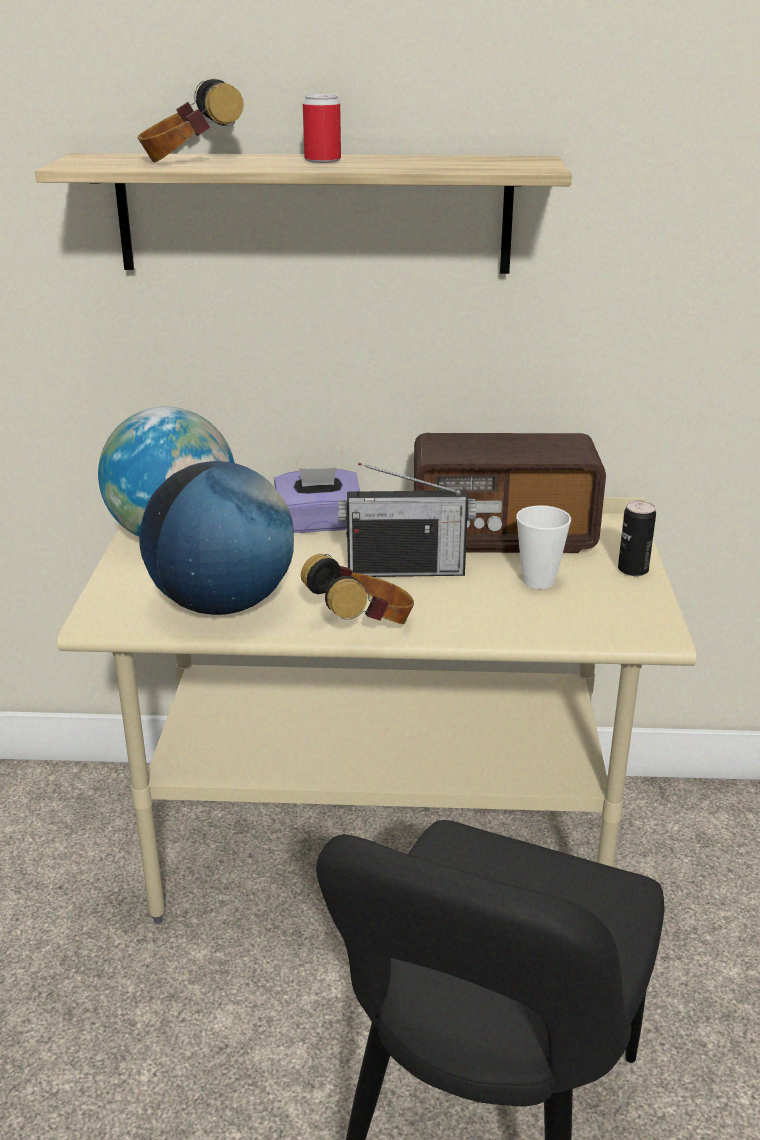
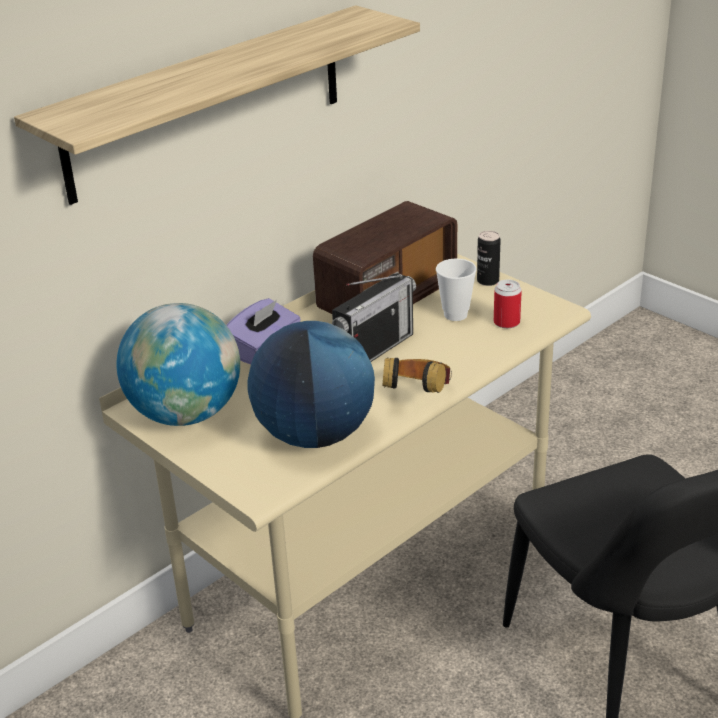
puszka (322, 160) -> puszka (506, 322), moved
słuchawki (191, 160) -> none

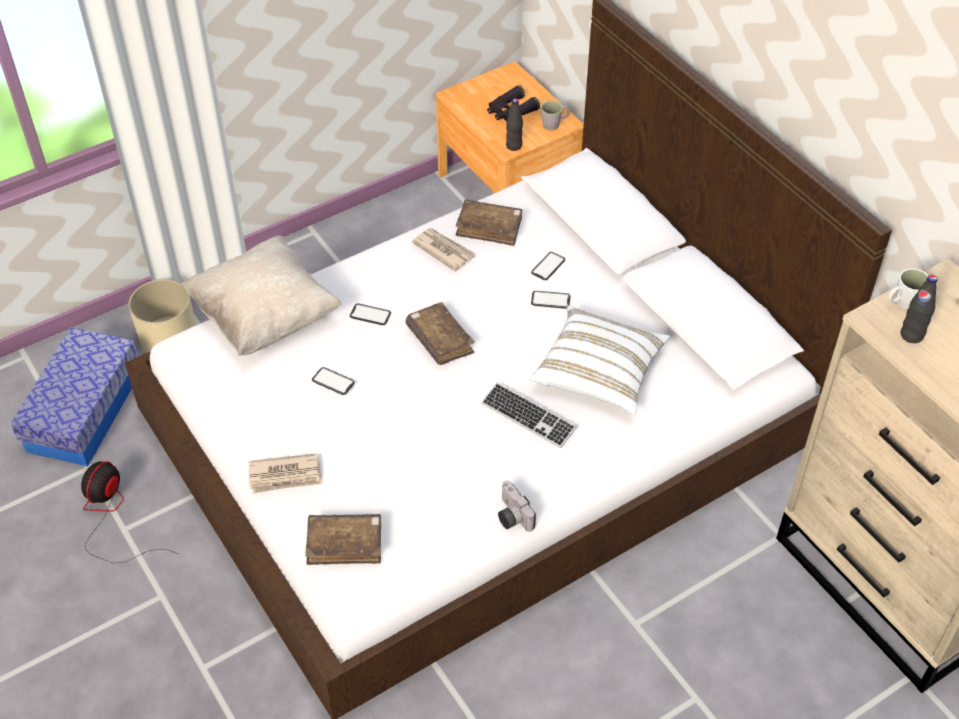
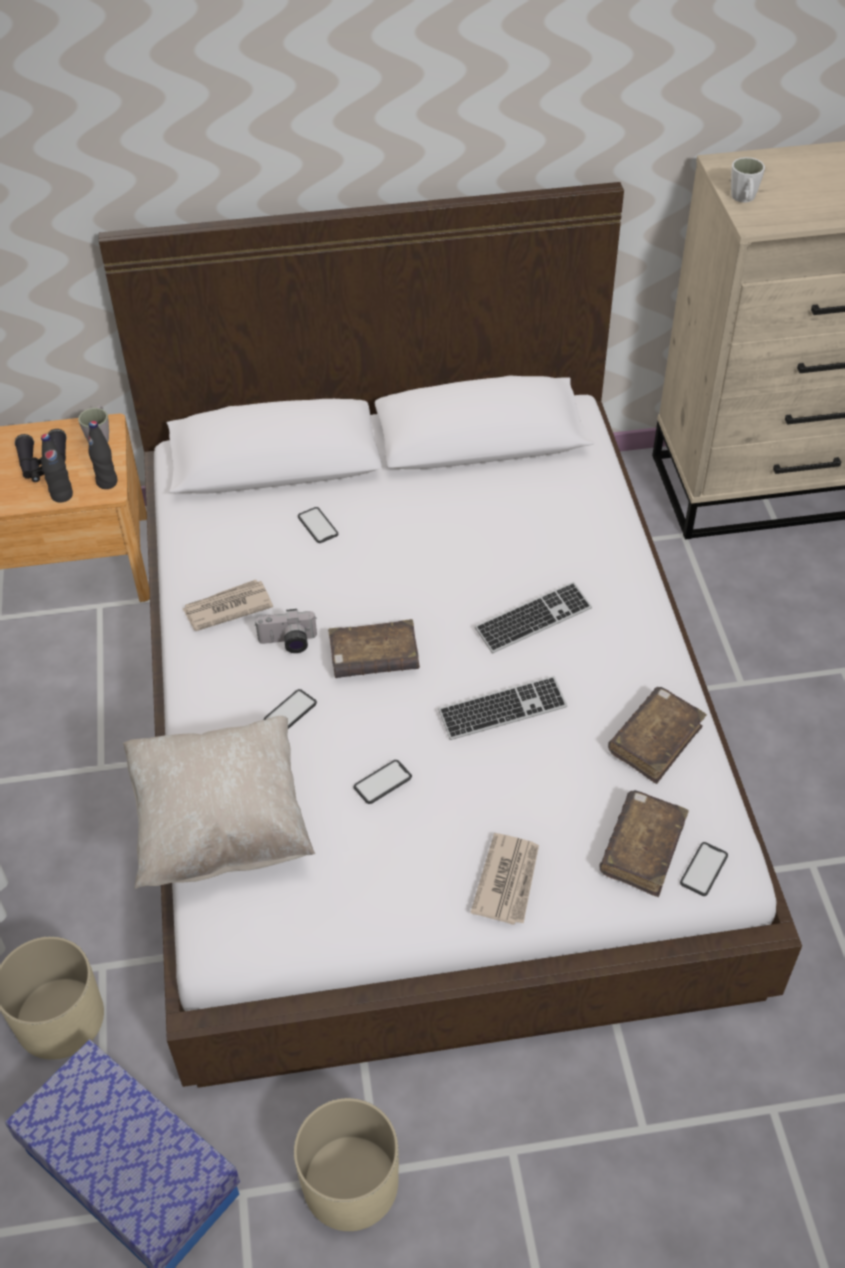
butelka [czarny] (911, 335) -> butelka [czarny] (62, 495), moved
aparat fotograficzny (511, 516) -> aparat fotograficzny (288, 643), moved
wentylator (112, 517) -> donica [beżowy] (349, 1182)
none -> klawiatura (502, 710)
książka [brązowy] (489, 228) -> książka [brązowy] (655, 741), moved
telefon (550, 300) -> telefon (703, 869), moved
poduszka [biały] (598, 373) -> none

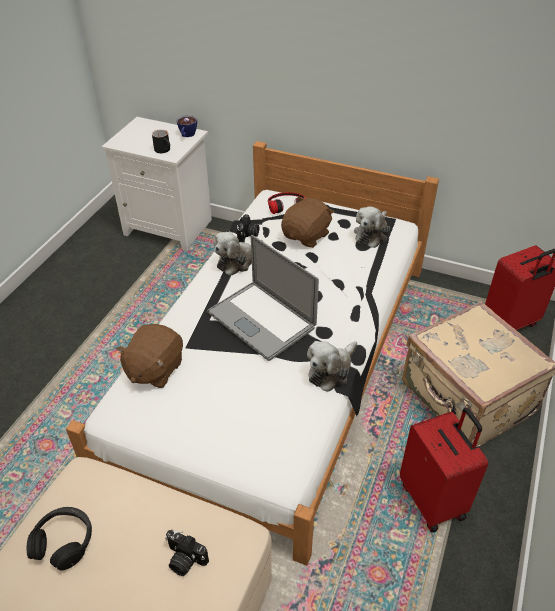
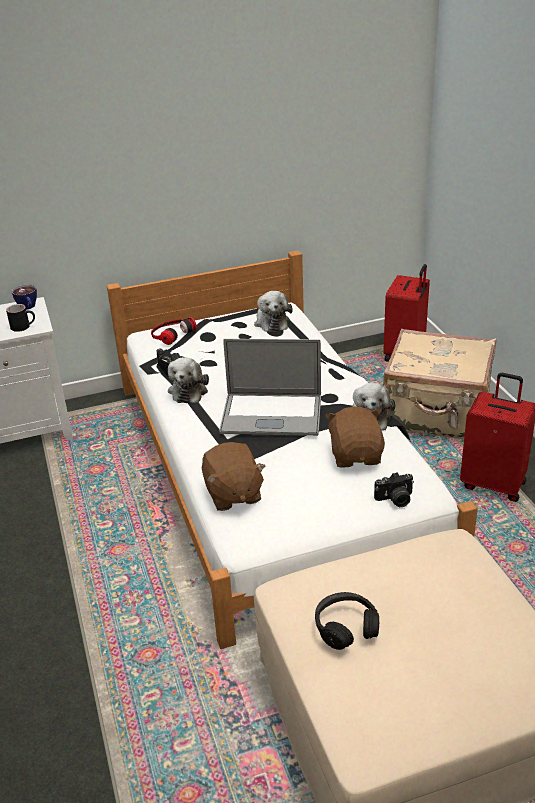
pluszak [brązowy] (307, 236) -> pluszak [brązowy] (356, 455), moved
aparat fotograficzny (184, 560) -> aparat fotograficzny (395, 499), moved

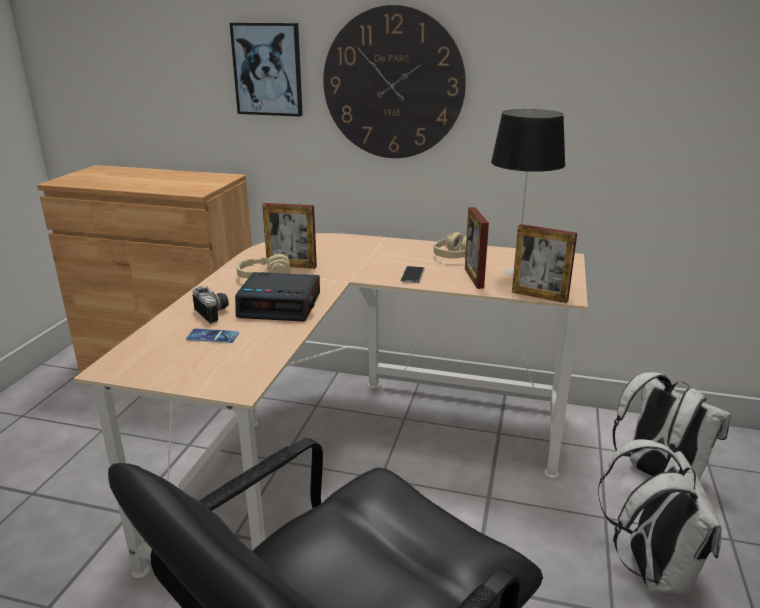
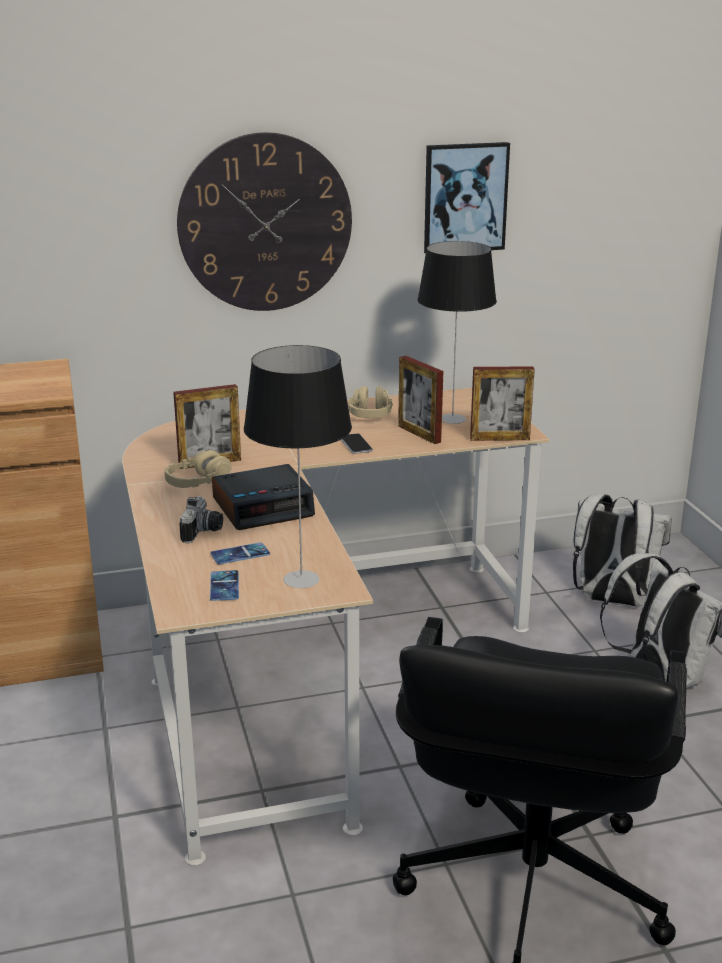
aparat fotograficzny (214, 313) -> aparat fotograficzny (204, 532), 75 degrees clockwise
none -> telefon (224, 586)
none -> lampa stołowa (303, 579)
obraz (268, 69) -> obraz (465, 197), moved

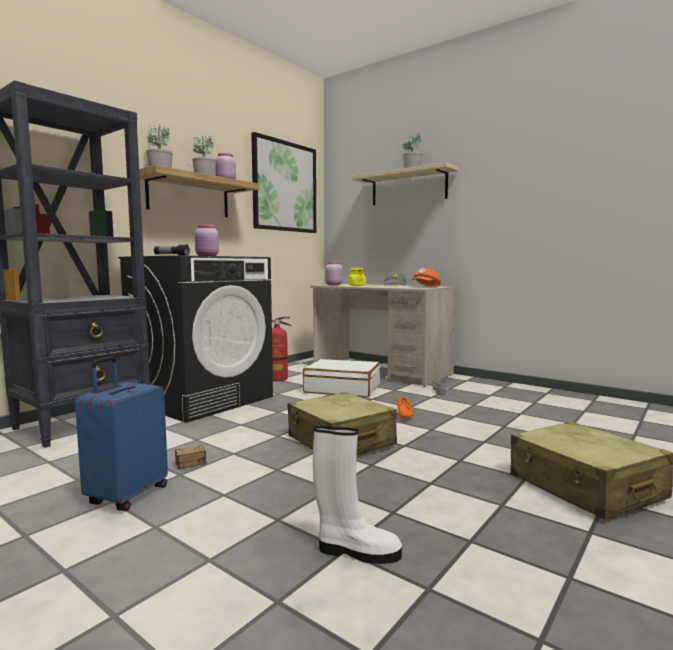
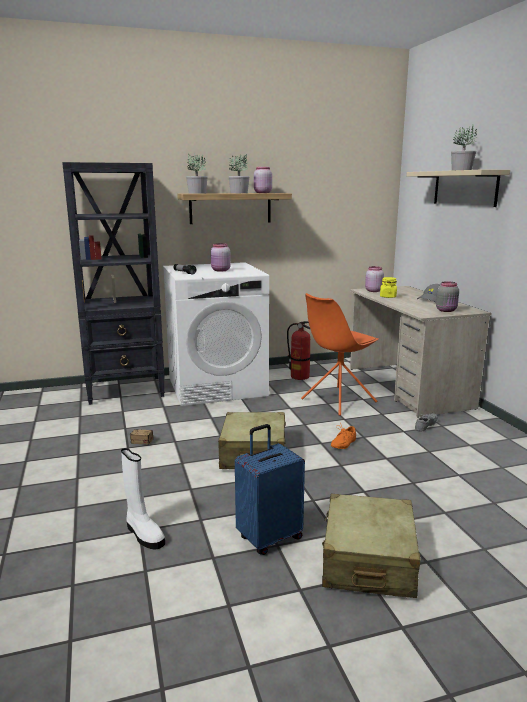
pralka [czarny] (202, 399) -> pralka [biały] (217, 386)
walizka [niebieski] (126, 496) -> walizka [niebieski] (269, 537), moved
walizka [biały] (342, 388) -> krzesło [pomarańczowy] (337, 401)
czapka z daszkiem [pomarańczowy] (426, 287) -> słoik [szary] (446, 310)
obraz (284, 186) -> none

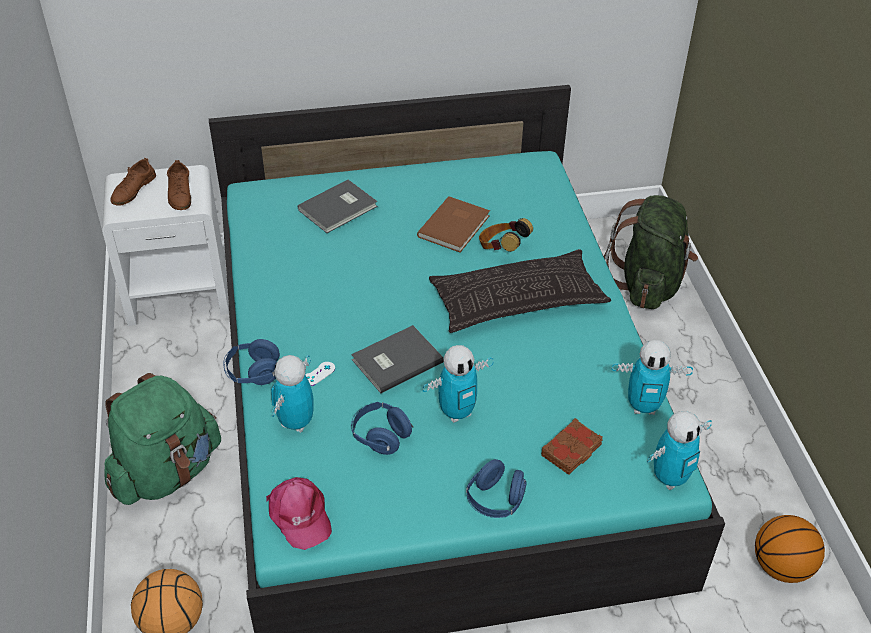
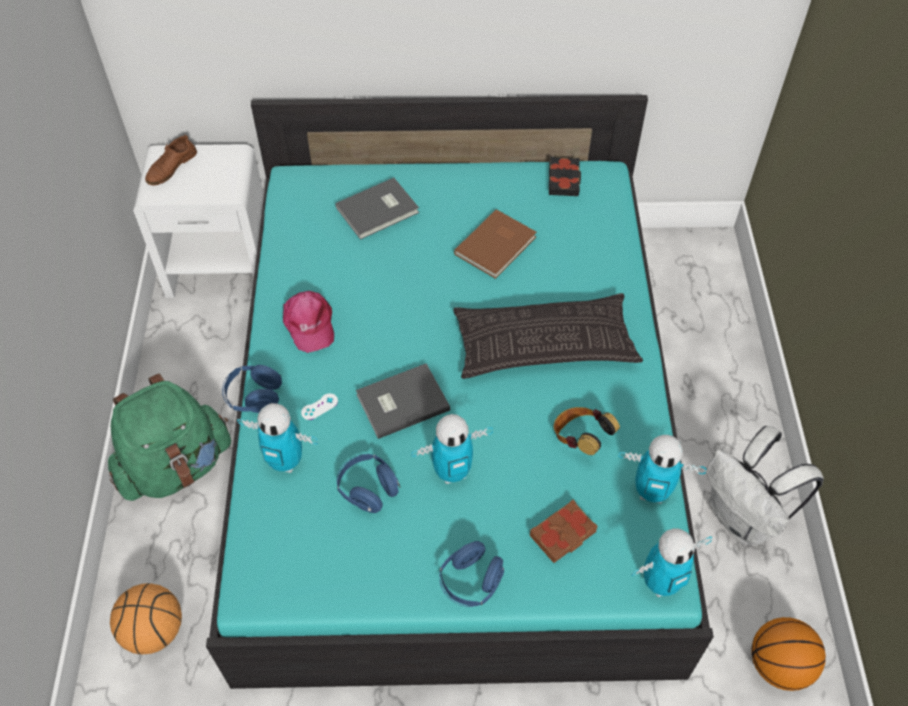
robot zabawkowy (296, 423) -> robot zabawkowy (285, 461), 105 degrees counterclockwise
czapka z daszkiem [różowy] (299, 516) -> czapka z daszkiem [różowy] (309, 324), moved
none -> książka [czarny] (564, 180)
słuchawki (502, 249) -> słuchawki (580, 439), moved
none -> plecak [biały] (743, 519)
but [brązowy] (180, 193) -> none
plecak [zielony] (647, 284) -> none

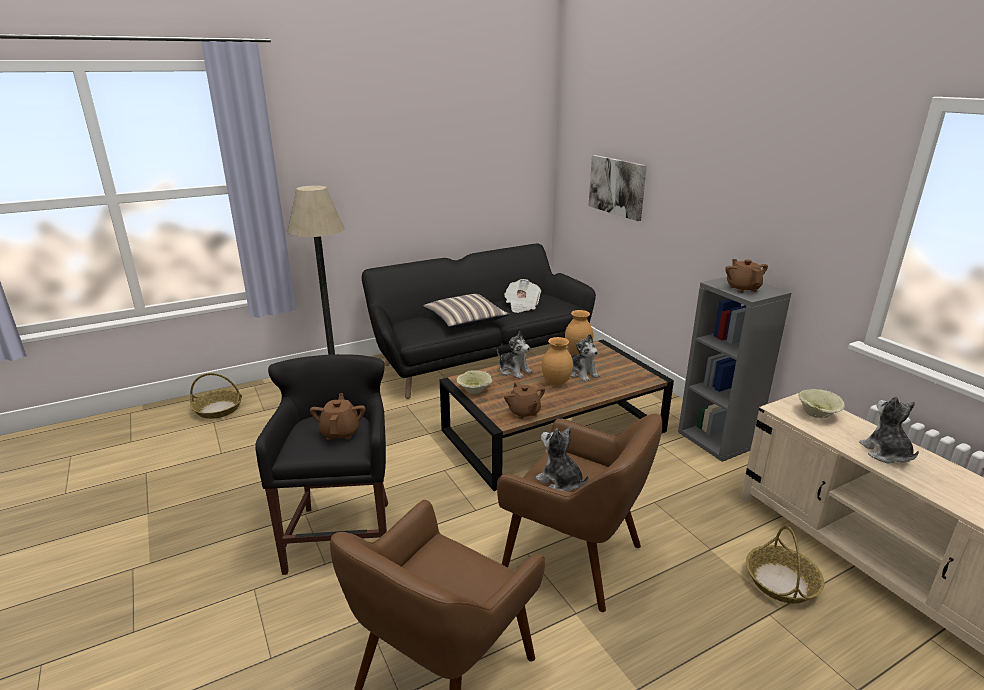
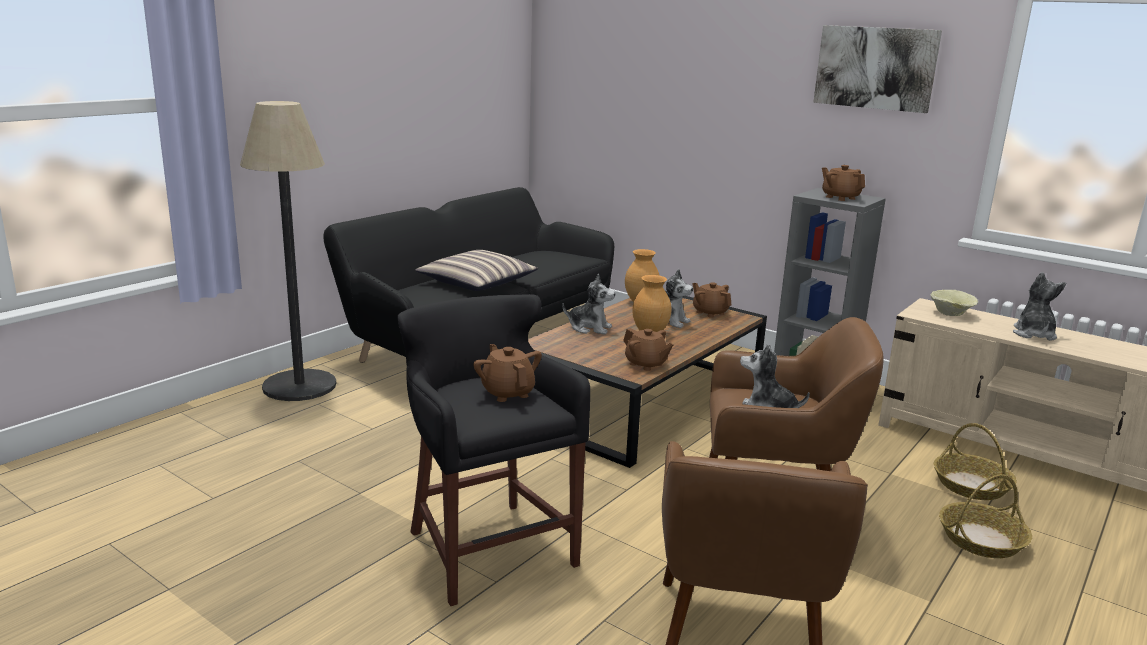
none -> imbryk [brązowy] (710, 312)
obraz (617, 186) -> obraz (875, 68), moved
koszyk (218, 409) -> koszyk (981, 540), moved
pluszak (886, 453) -> pluszak (1033, 334), 45 degrees clockwise
miska [beżowy] (474, 391) -> none
gazeta (521, 306) -> none

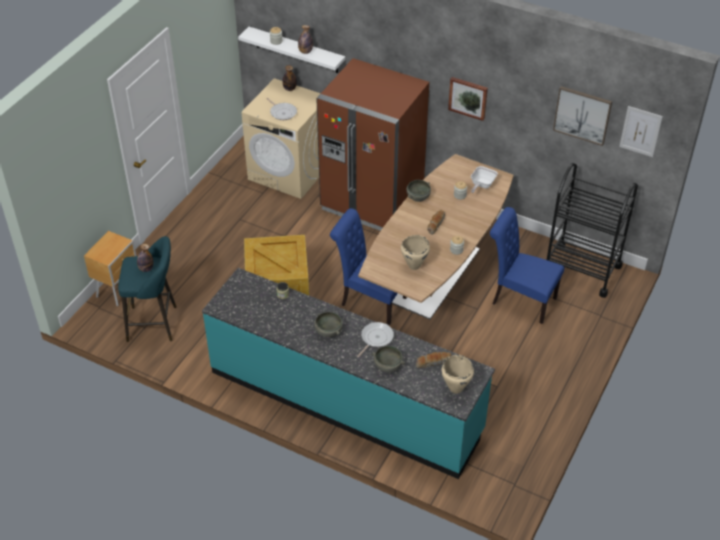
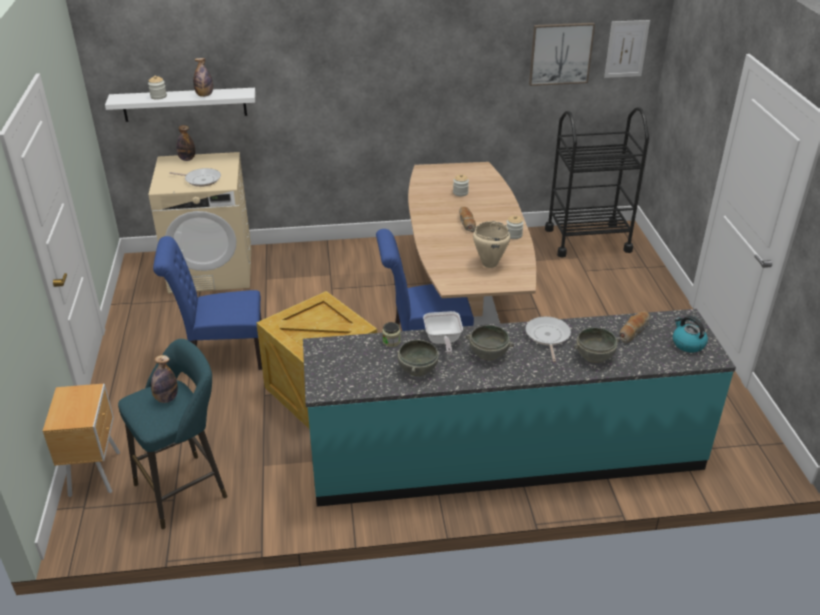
krzesło [niebieski] (520, 299) -> krzesło [niebieski] (221, 356), moved
miska [szary] (418, 197) -> miska [szary] (417, 369), moved
patelnia (481, 185) -> patelnia (442, 341), moved
garnek [beżowy] (455, 388) -> czajnik (687, 344)
lodówka [brązowy] (372, 203) -> none
obraz (468, 97) -> none

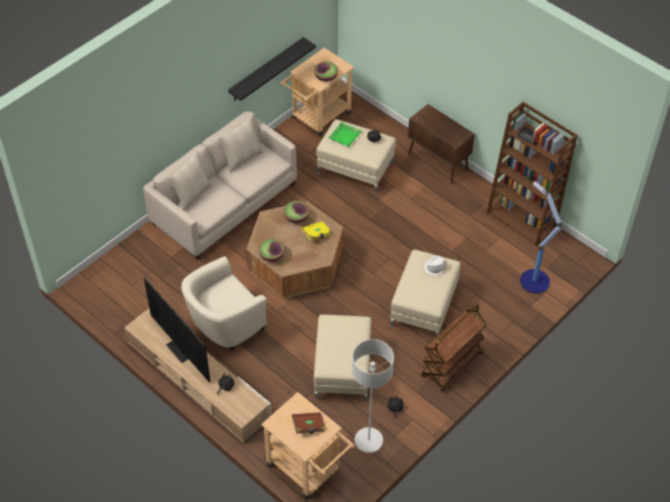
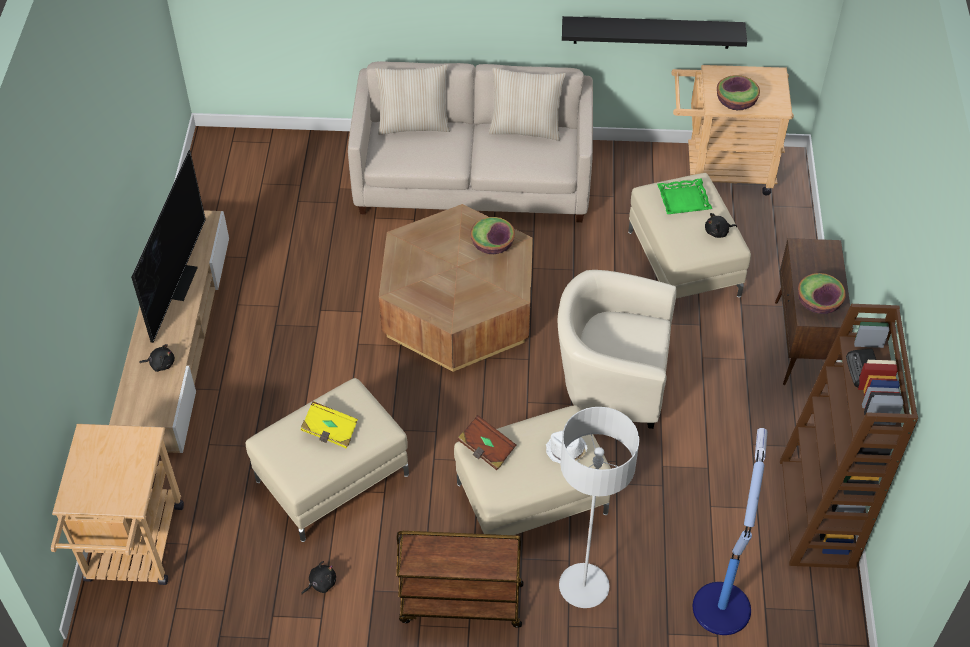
książka [żółty] (317, 235) -> książka [żółty] (330, 431), moved
książka [brązowy] (309, 426) -> książka [brązowy] (486, 449), moved
fotel [beżowy] (224, 325) -> fotel [beżowy] (611, 381), moved
lampa stojąca [szary] (368, 440) -> lampa stojąca [szary] (584, 587), moved
miska (272, 255) -> miska (818, 303), moved

